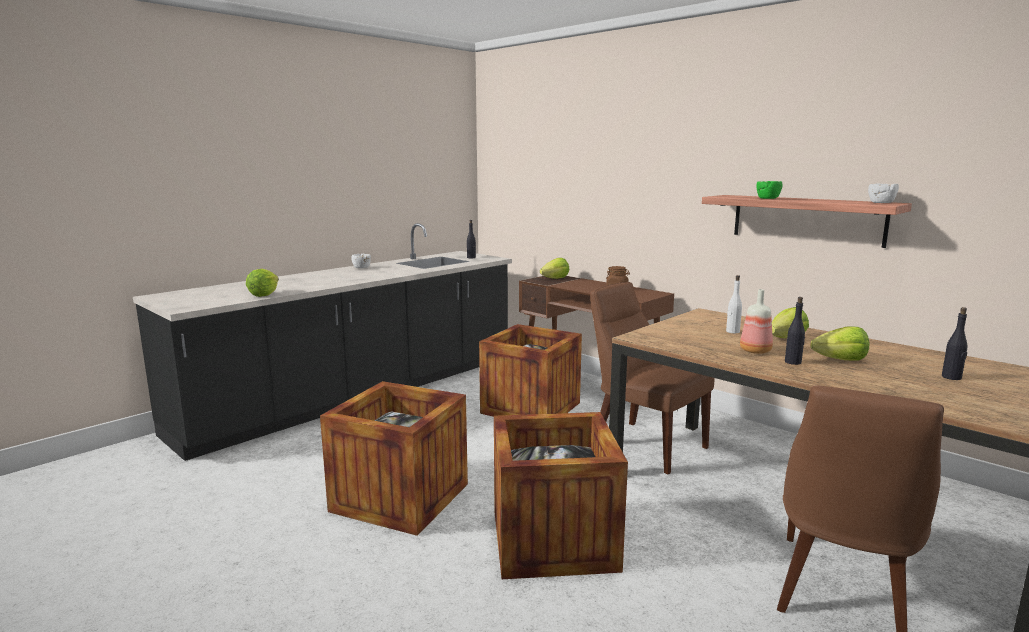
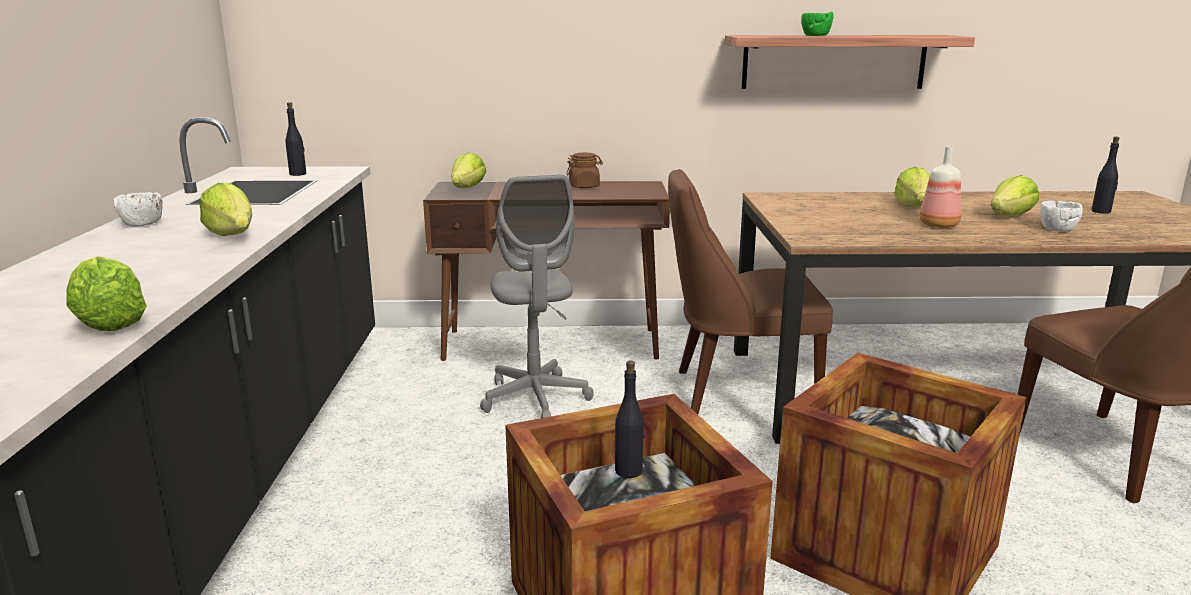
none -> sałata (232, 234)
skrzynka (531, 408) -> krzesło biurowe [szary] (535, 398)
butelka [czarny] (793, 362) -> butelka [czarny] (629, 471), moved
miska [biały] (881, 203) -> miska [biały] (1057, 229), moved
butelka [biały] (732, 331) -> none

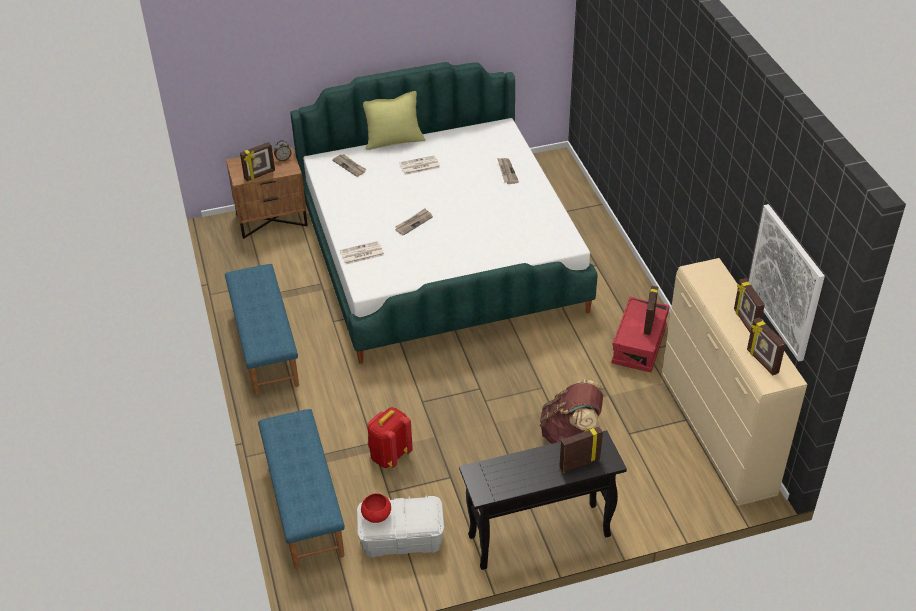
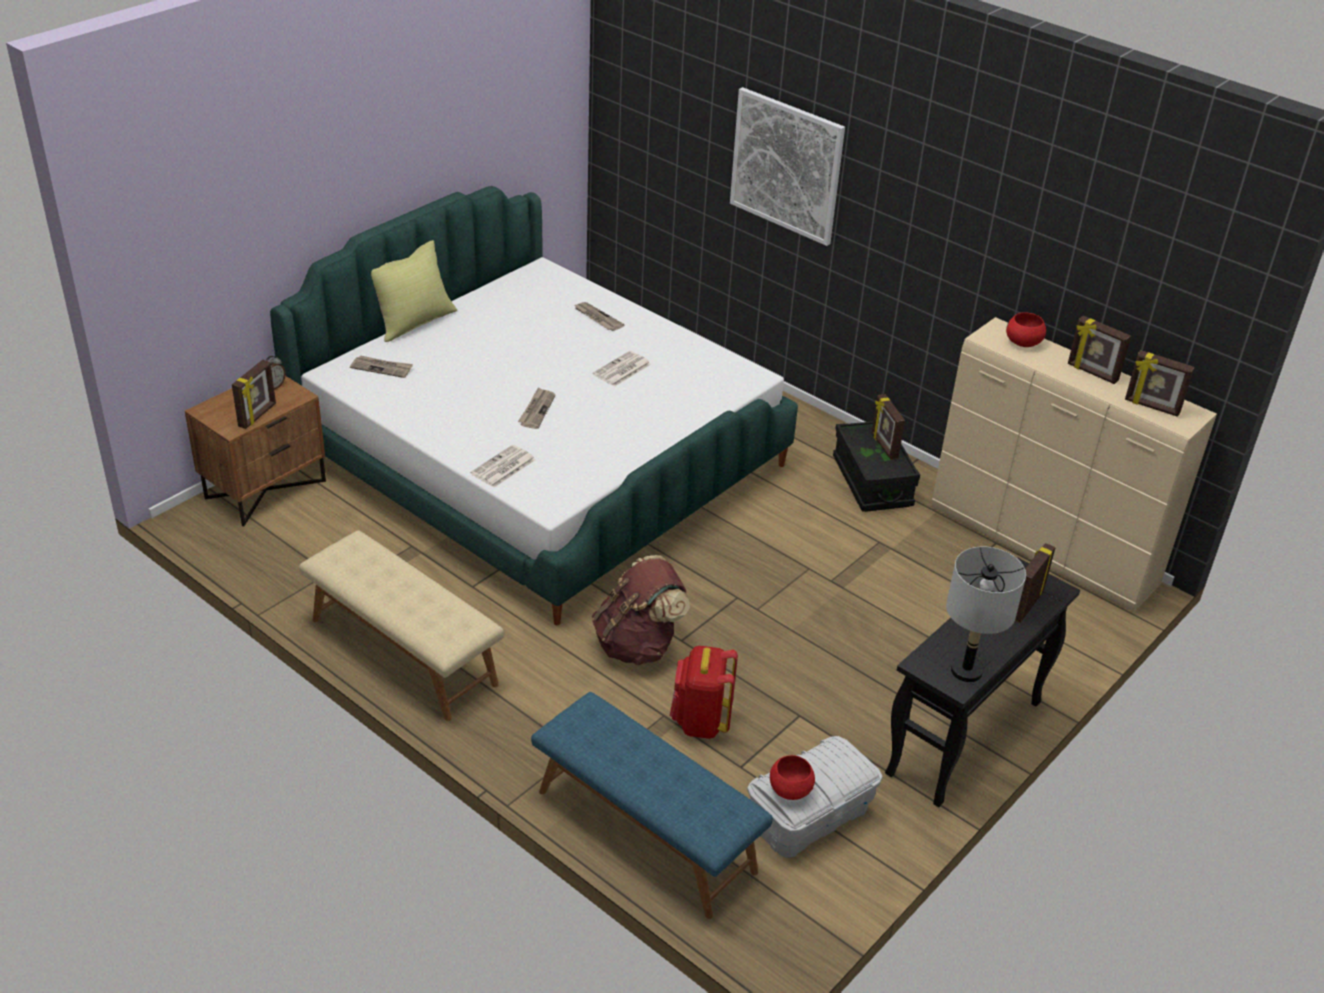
ławka [niebieski] (264, 345) -> ławka [beżowy] (402, 652)
plecak [brązowy] (570, 435) -> plecak [brązowy] (638, 645), moved
gazeta (419, 166) -> gazeta (621, 370), moved
obraz (786, 282) -> obraz (786, 165), moved
pojemnik do przechowywania [czerwony] (639, 345) -> pojemnik do przechowywania [czarny] (872, 482)
none -> lampa stołowa [szary] (966, 671)
none -> miska [czerwony] (1023, 343)

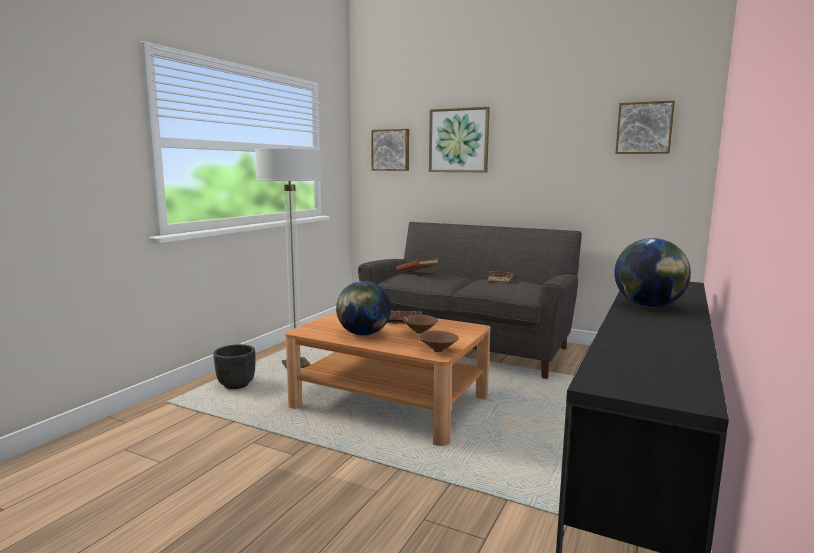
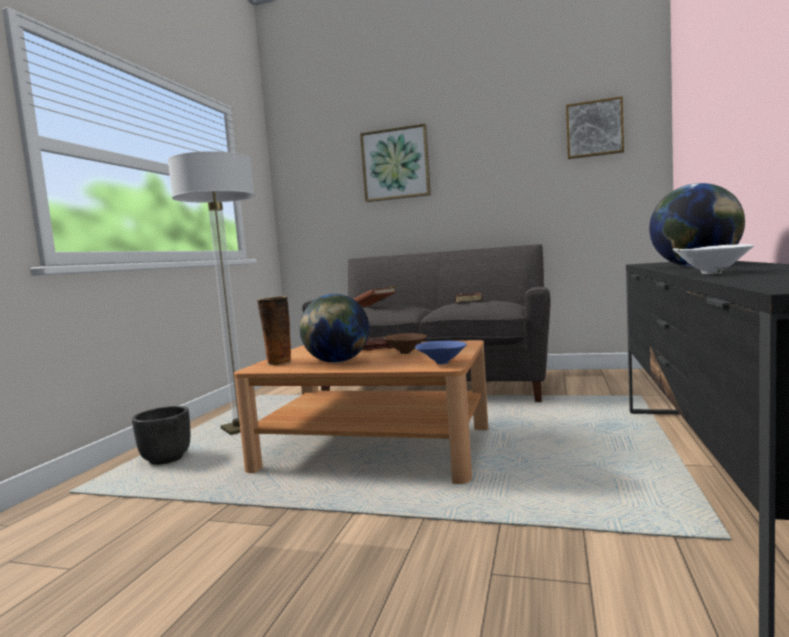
none -> wazon (278, 363)
miska [brązowy] (437, 351) -> miska [niebieski] (440, 363)
none -> miska [biały] (710, 273)
obraz (391, 150) -> none

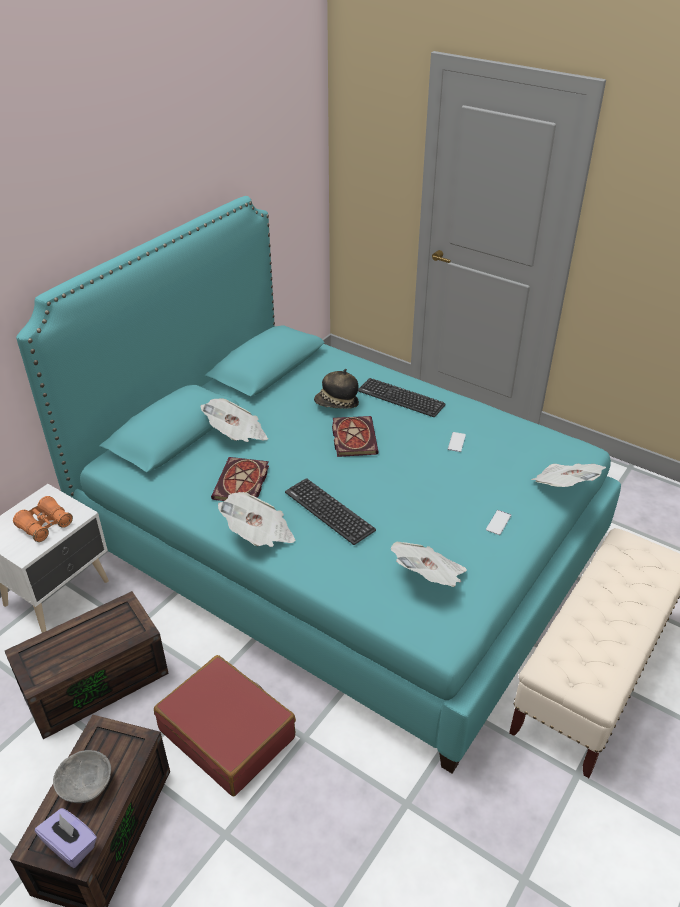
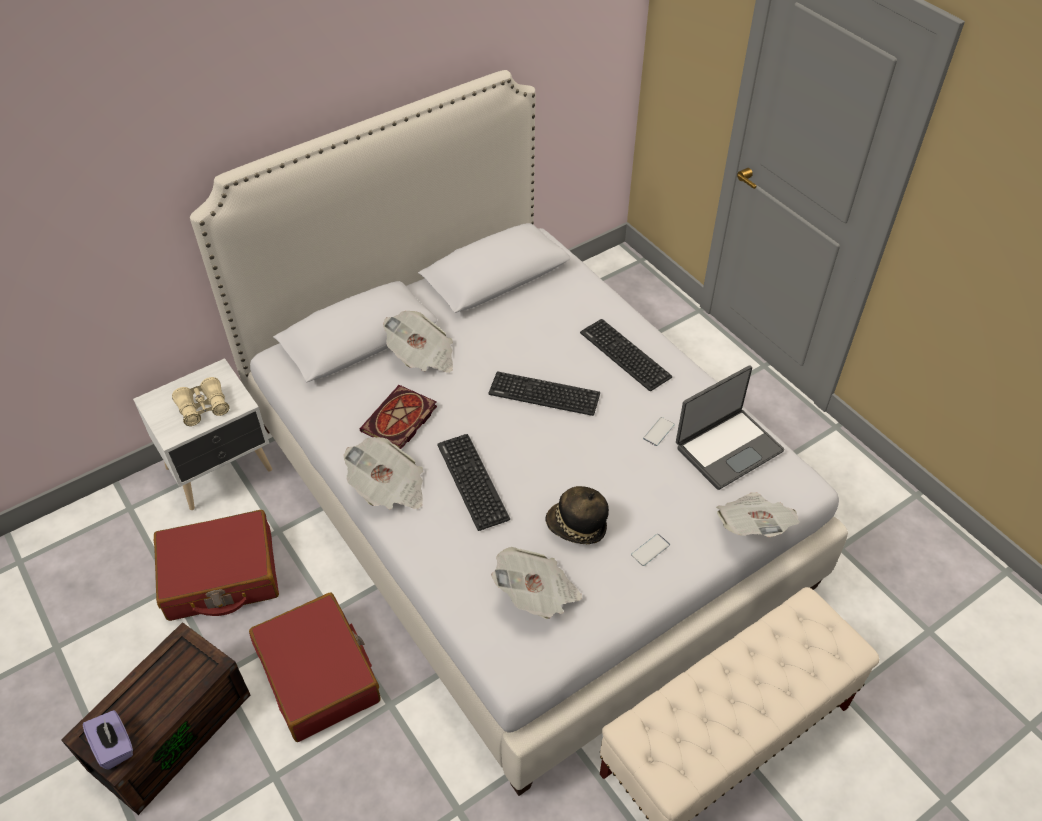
pojemnik do przechowywania [brązowy] (96, 679) -> walizka [czerwony] (220, 576)
lornetka [pomarańczowy] (45, 525) -> lornetka [beżowy] (203, 408)
łóżko [turkusowy] (338, 548) -> łóżko [biały] (519, 501)
książka (353, 437) -> klawiatura (544, 394)
kapelusz (337, 404) -> kapelusz (576, 526), moved
none -> laptop (727, 448)
miska [szary] (85, 785) -> none

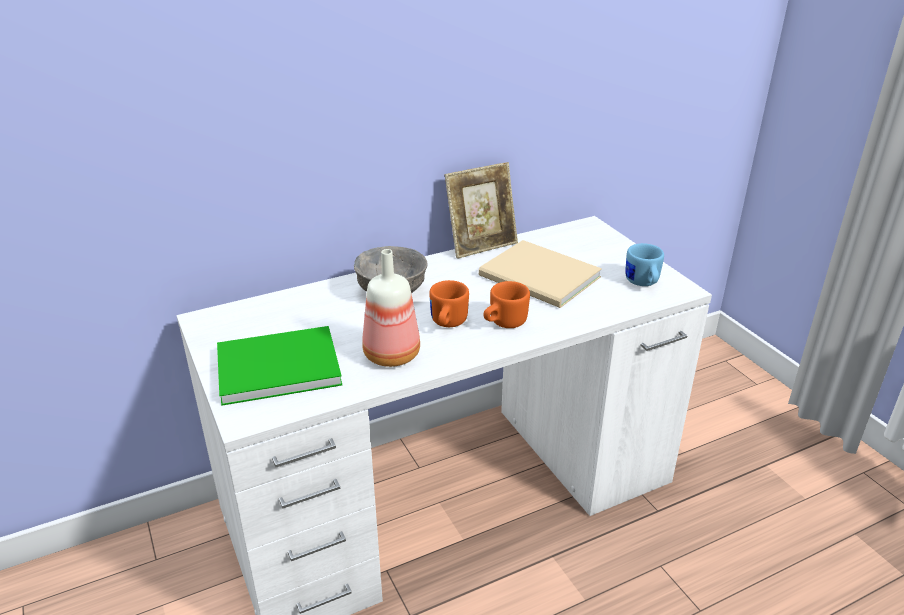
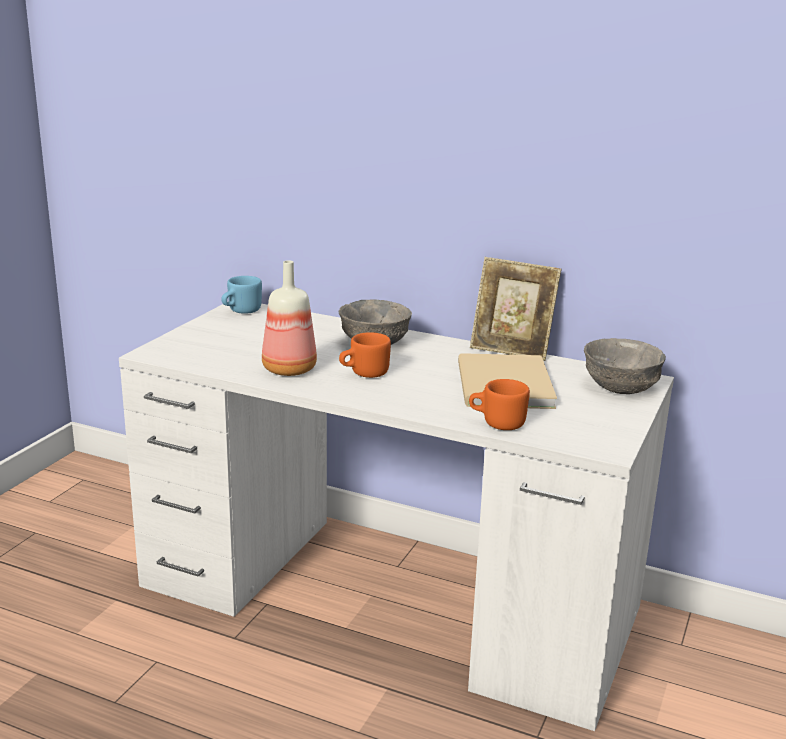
kubek [niebieski] (643, 283) -> kubek [niebieski] (240, 311), moved
kubek [pomarańczowy] (503, 323) -> kubek [pomarańczowy] (497, 423), moved
none -> miska [szary] (621, 387)
książka [zielony] (274, 366) -> none

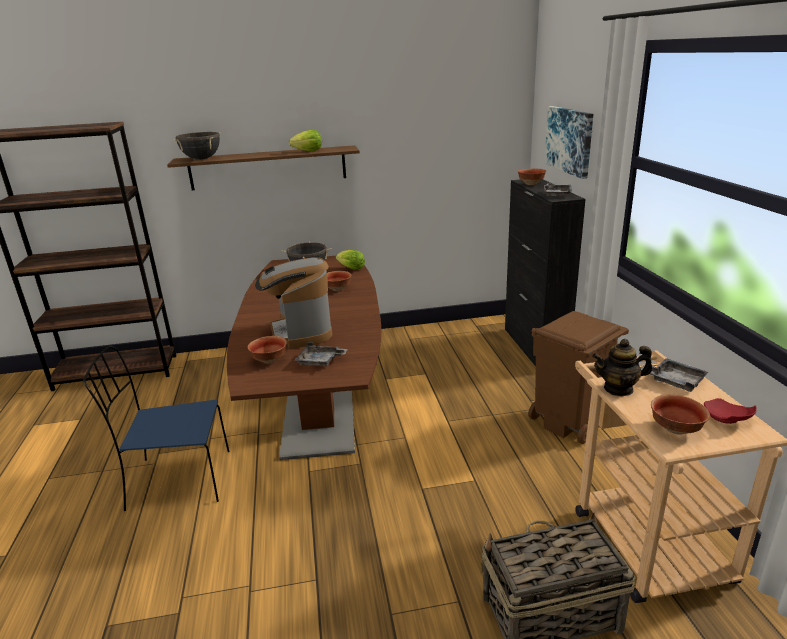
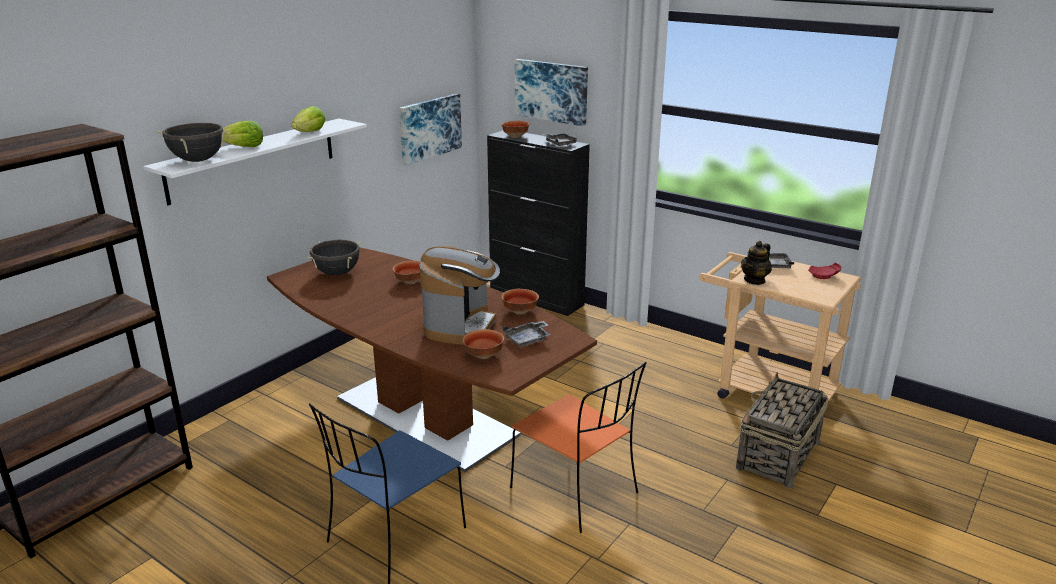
półka [brązowy] (268, 168) -> półka [biały] (253, 159)
sałata (351, 268) -> sałata (245, 147), moved
none -> obraz (429, 128)
ekspres do kawy (300, 332) -> ekspres do kawy (461, 326), 105 degrees counterclockwise
miska (676, 428) -> miska (520, 311), moved
none -> krzesło [pomarańczowy] (576, 492)
kosz na śmieci [brązowy] (569, 421) -> none

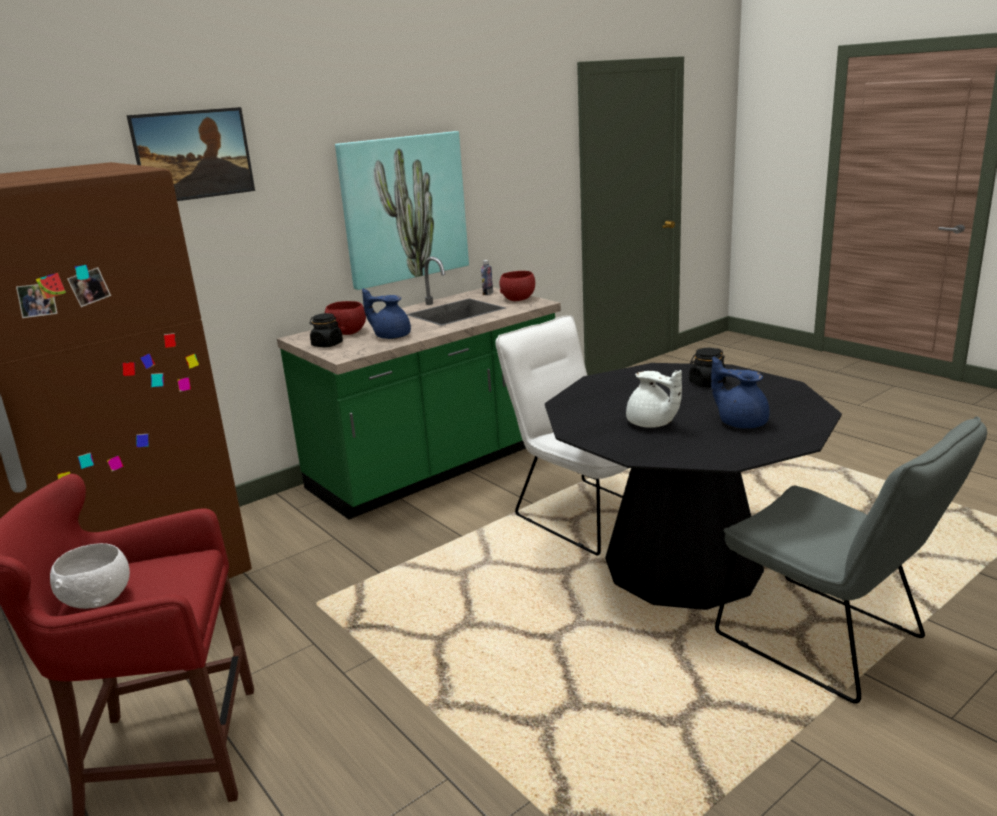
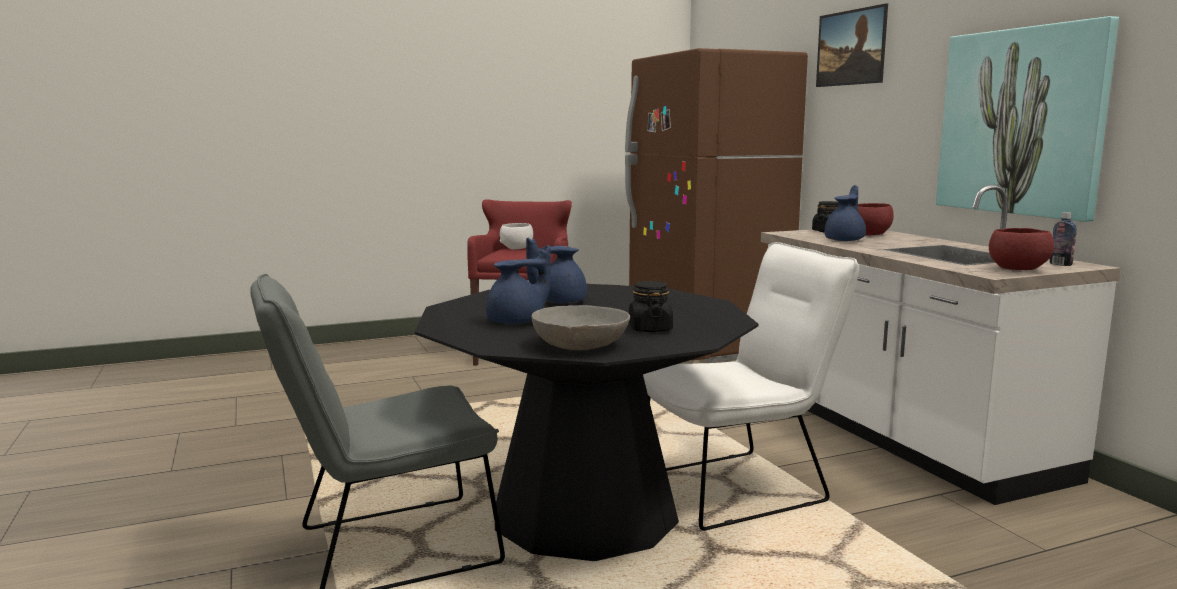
imbryk [biały] (651, 424) -> imbryk [niebieski] (558, 302)
none -> miska [szary] (581, 345)
zabudowa kuchenna [zielony] (438, 465) -> zabudowa kuchenna [biały] (899, 434)

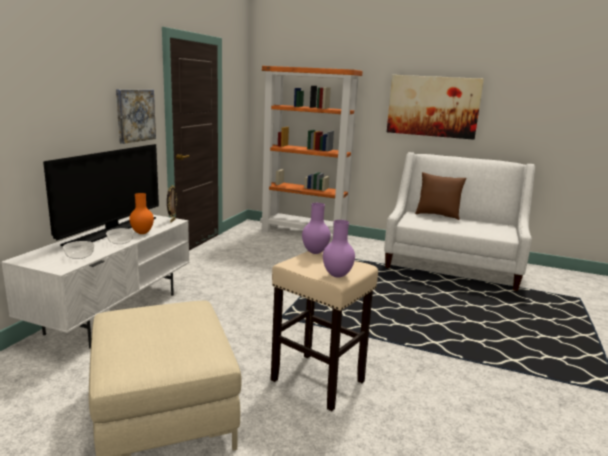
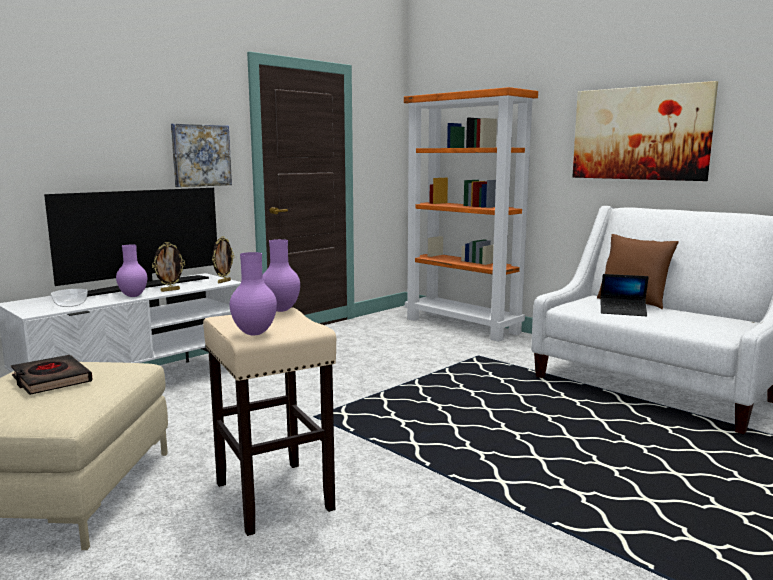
none -> książka [czarny] (51, 380)
miska (120, 242) -> wazon [fioletowy] (133, 296)
wazon [pomarańczowy] (142, 233) -> ramka na zdjęcie (170, 290)
none -> laptop (623, 311)

